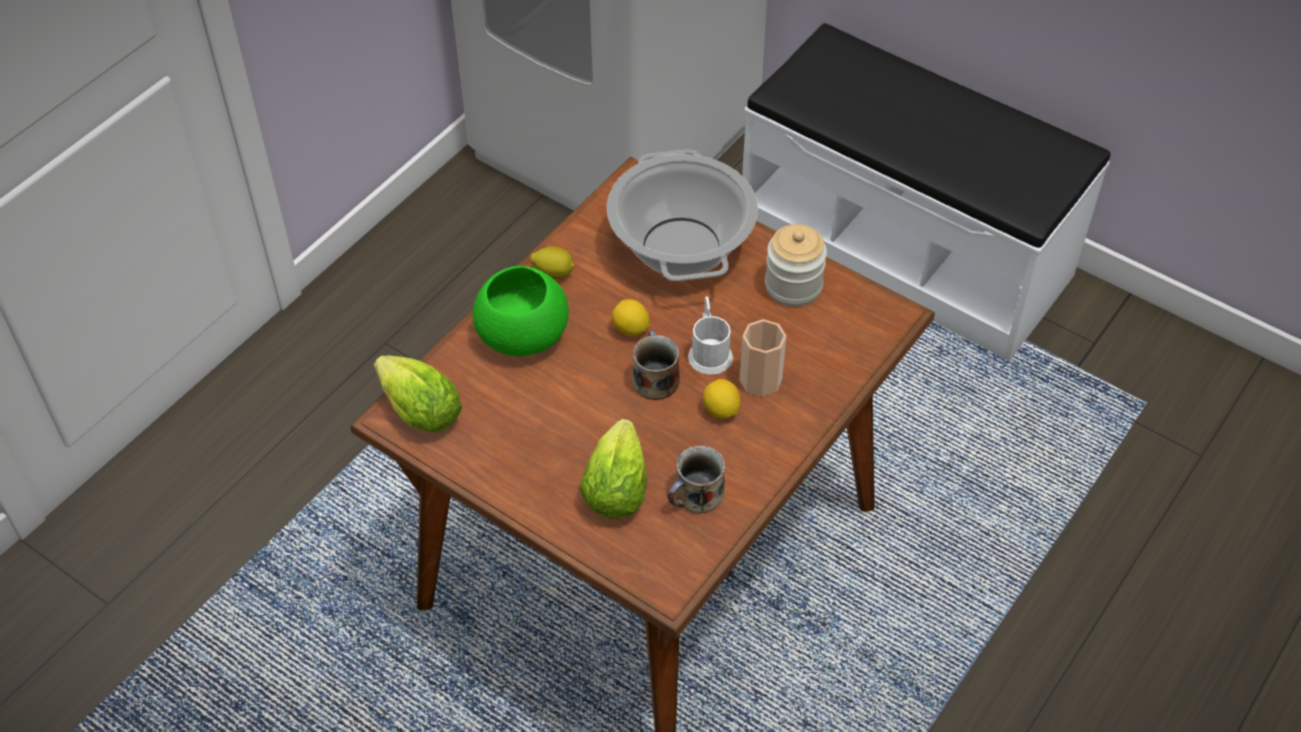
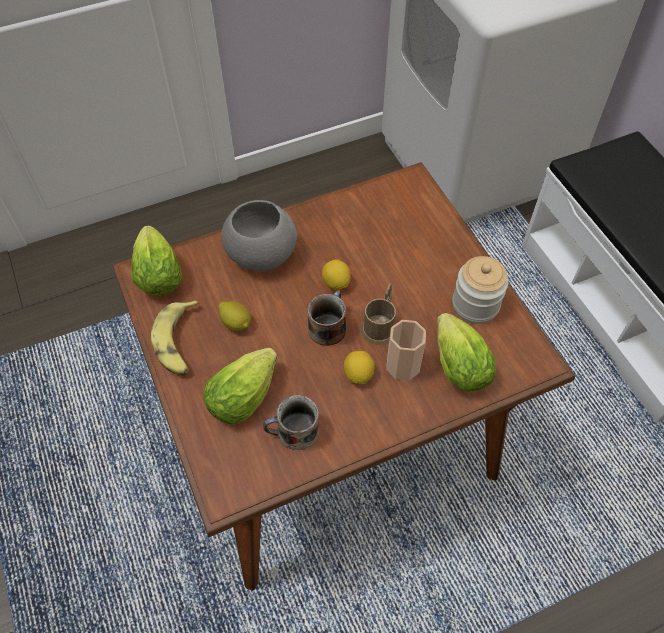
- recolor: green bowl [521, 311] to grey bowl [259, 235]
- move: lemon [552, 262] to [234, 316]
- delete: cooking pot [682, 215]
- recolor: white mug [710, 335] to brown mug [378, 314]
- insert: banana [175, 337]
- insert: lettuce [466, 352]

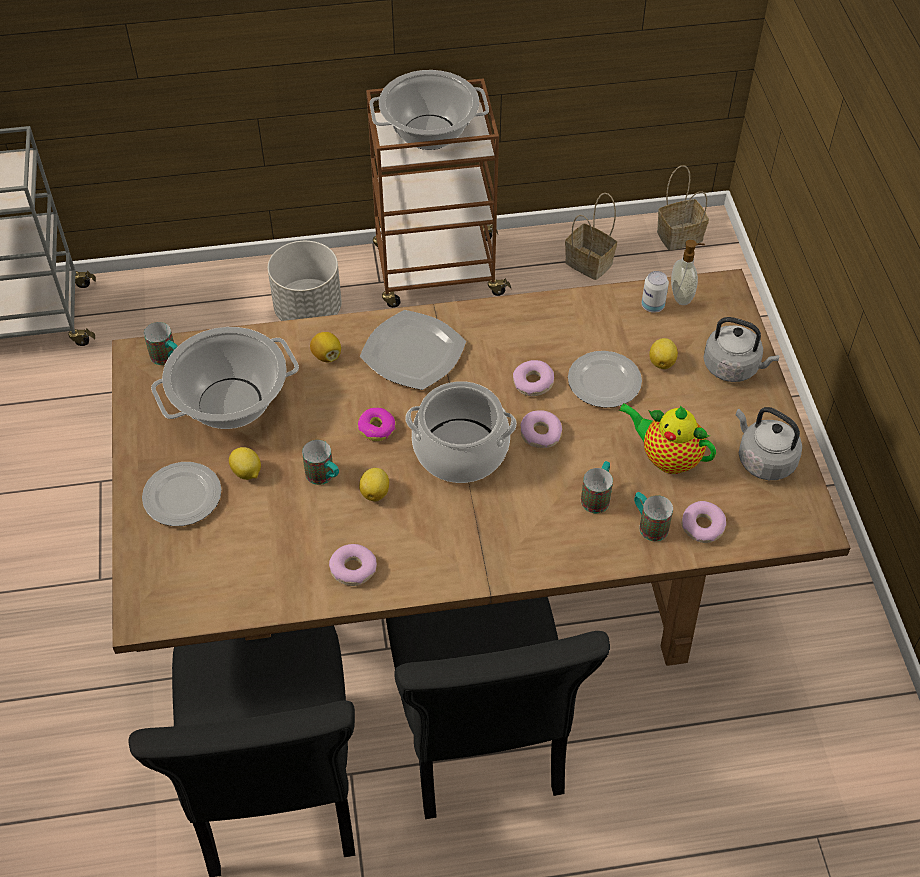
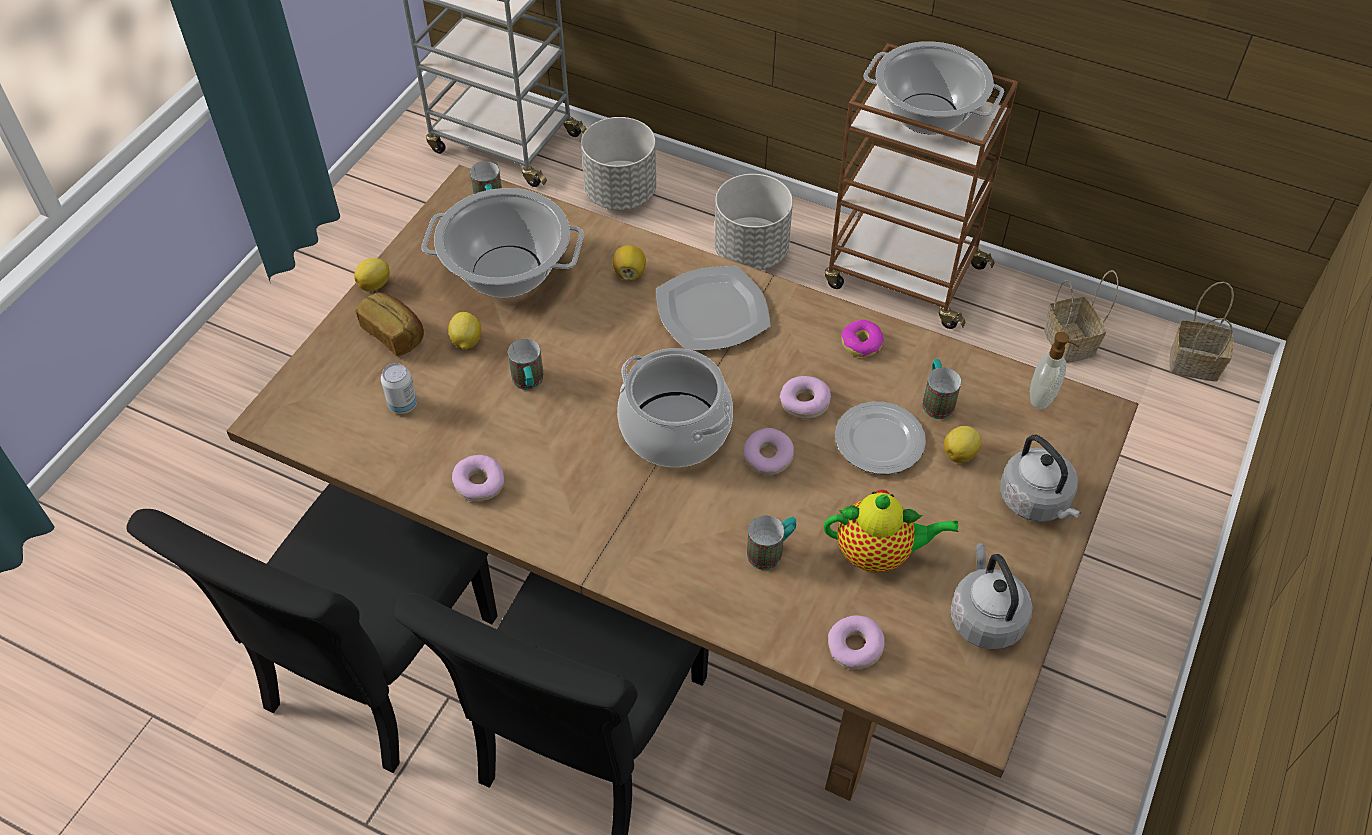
- replace: plate [181, 494] to bread [389, 324]
- move: donut [377, 424] to [862, 338]
- move: lemon [374, 484] to [372, 274]
- rotate: teapot [667, 438] = [891, 531] 120 degrees clockwise
- move: mug [653, 516] to [941, 389]
- move: can [655, 292] to [399, 388]
- insert: grey planter [618, 163]

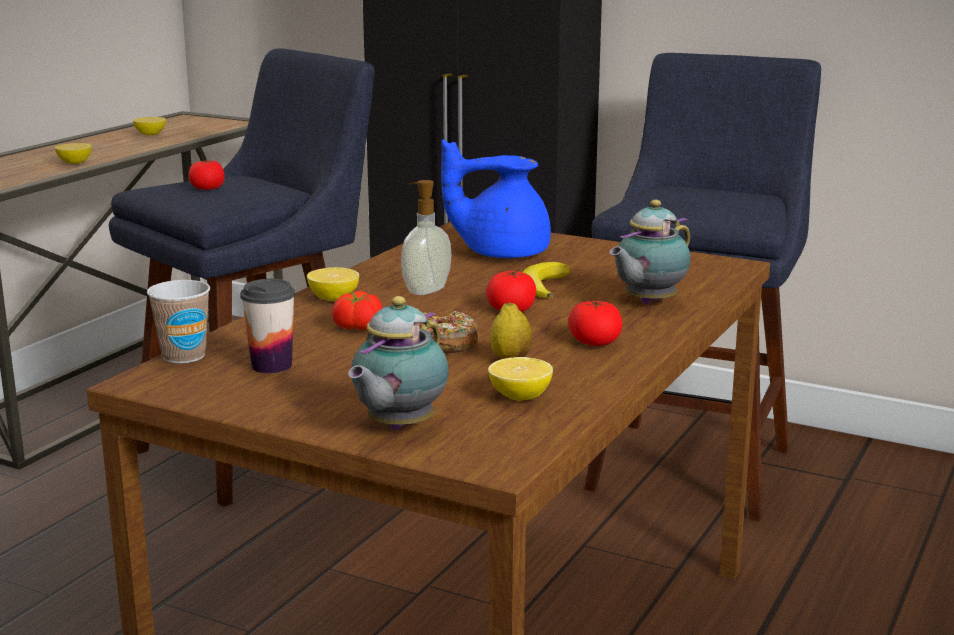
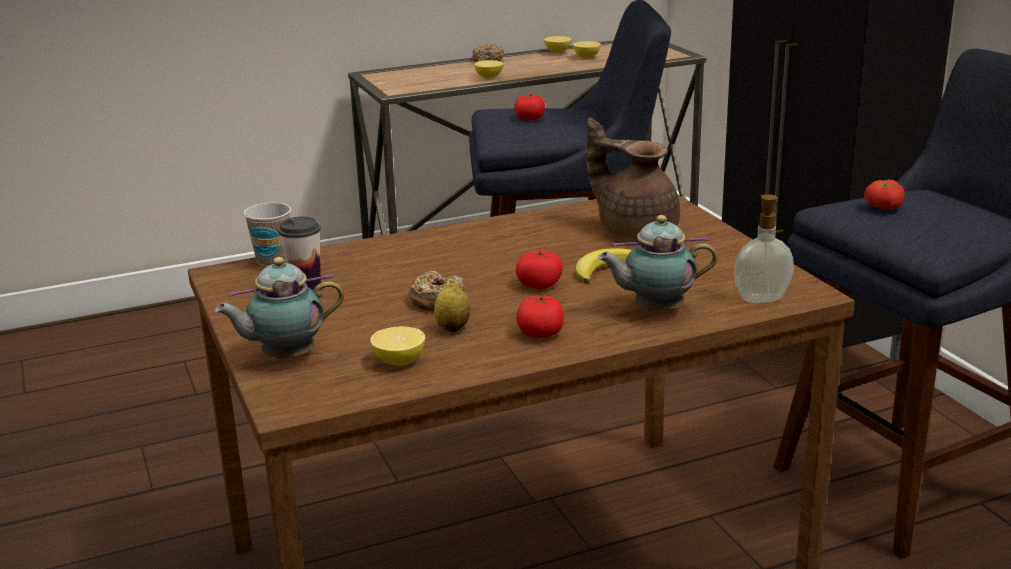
- move: lemon [333, 284] to [557, 44]
- move: tomato [357, 310] to [884, 195]
- move: soap dispenser [426, 237] to [764, 248]
- recolor: blue teapot [496, 198] to brown teapot [633, 178]
- insert: donut [488, 53]

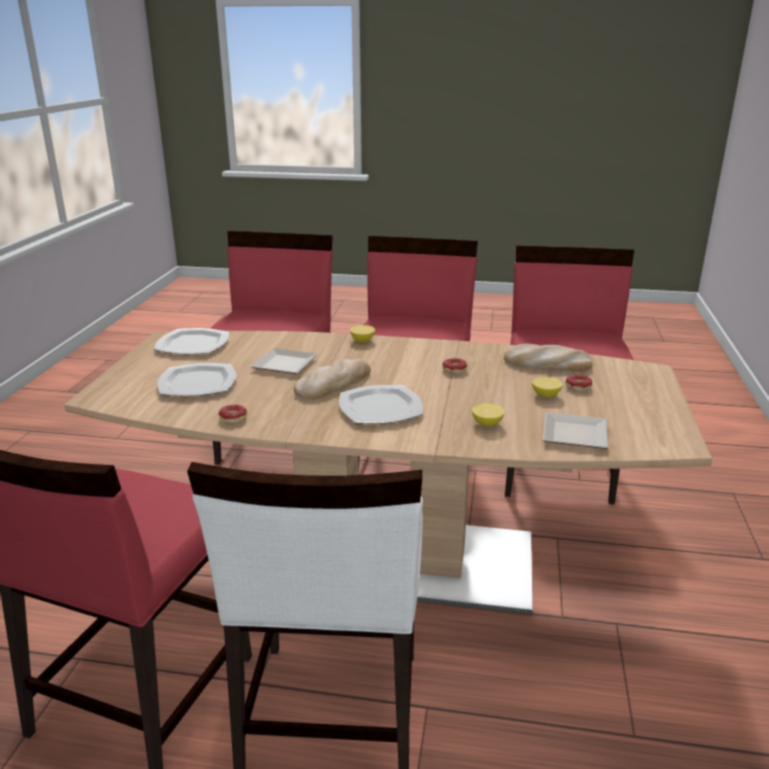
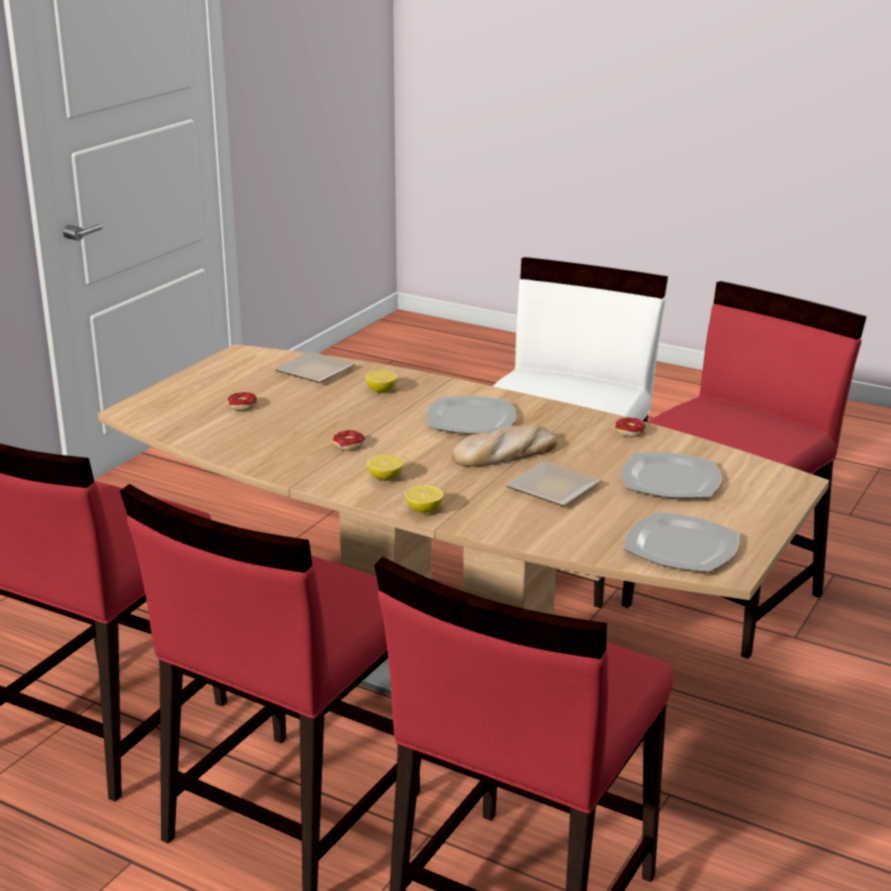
- delete: bread [548, 357]
- move: lemon [547, 387] to [385, 467]

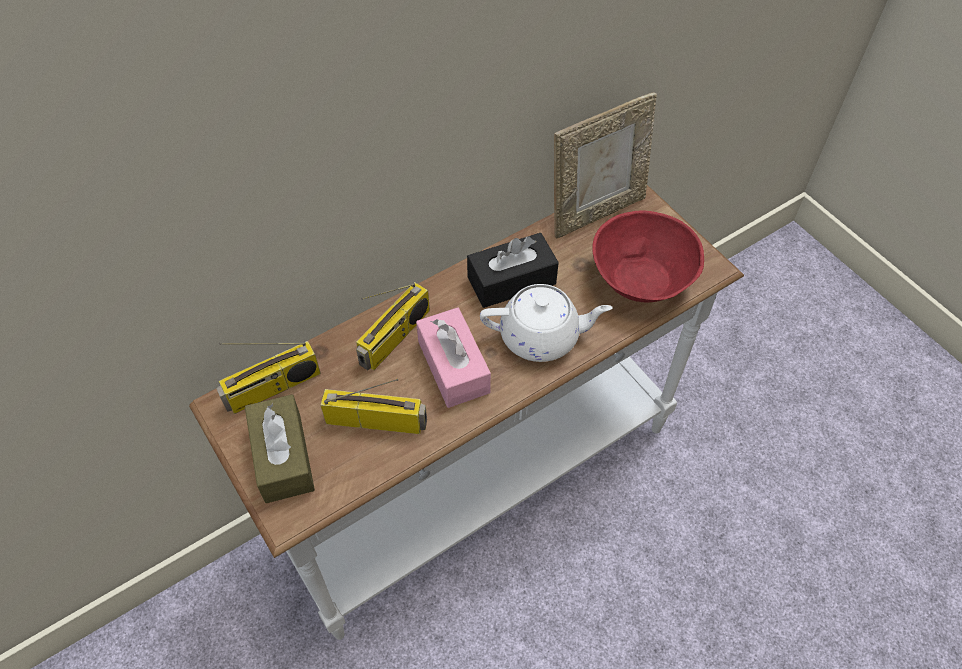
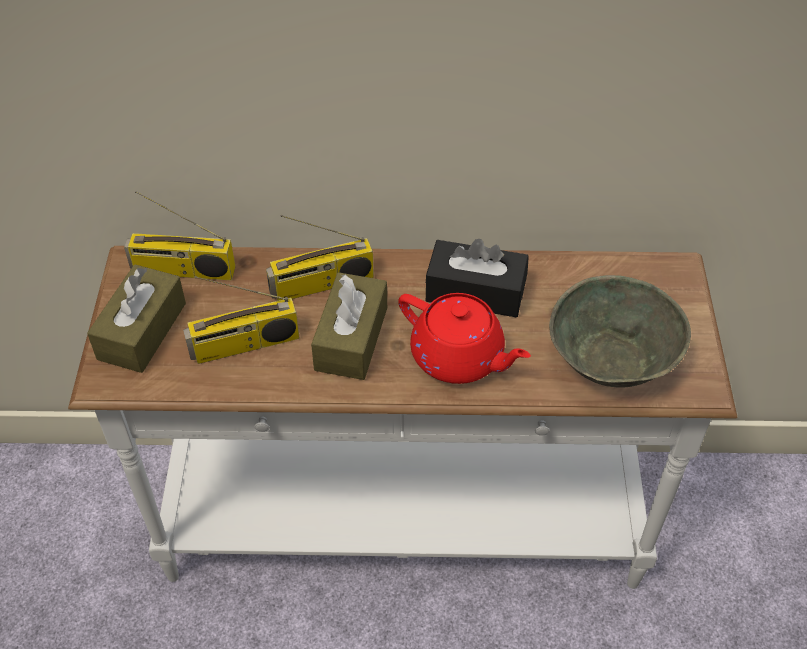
- rotate: radio [373, 406] = [241, 320] 120 degrees clockwise
- recolor: pink tissue box [453, 357] to brown tissue box [349, 326]
- recolor: white teapot [546, 323] to red teapot [464, 338]
- delete: picture frame [605, 165]
- recolor: red bowl [648, 256] to grey bowl [620, 331]

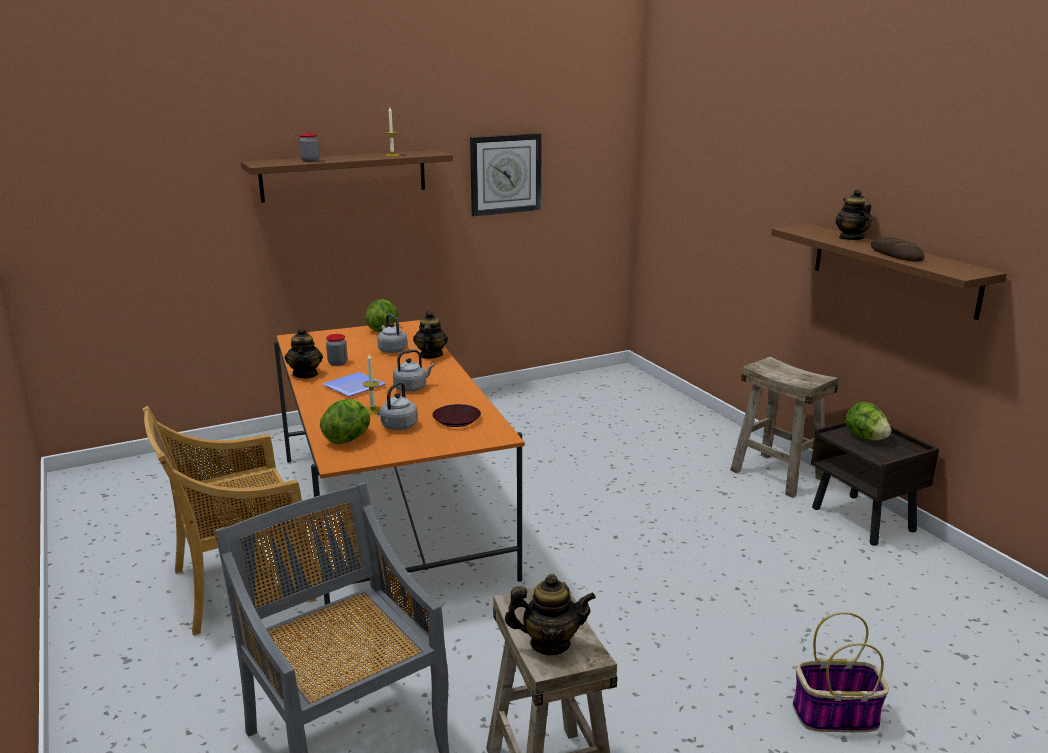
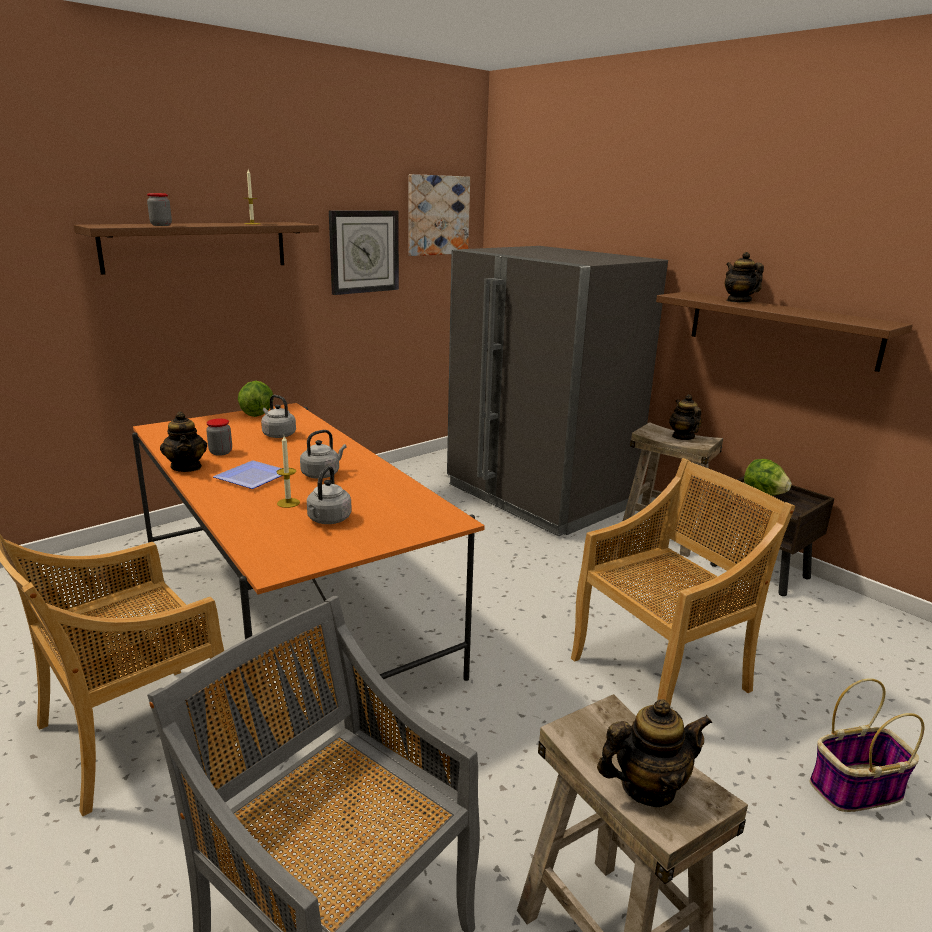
- delete: lettuce [345, 421]
- move: teapot [430, 335] to [685, 417]
- delete: brown plate [456, 415]
- delete: bread [898, 249]
- insert: picture [439, 215]
- insert: grey fridge [557, 391]
- insert: beige chair [683, 581]

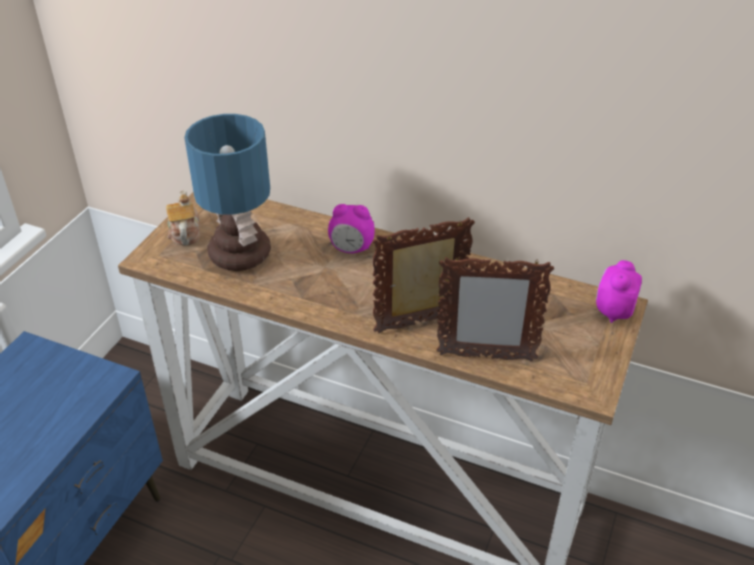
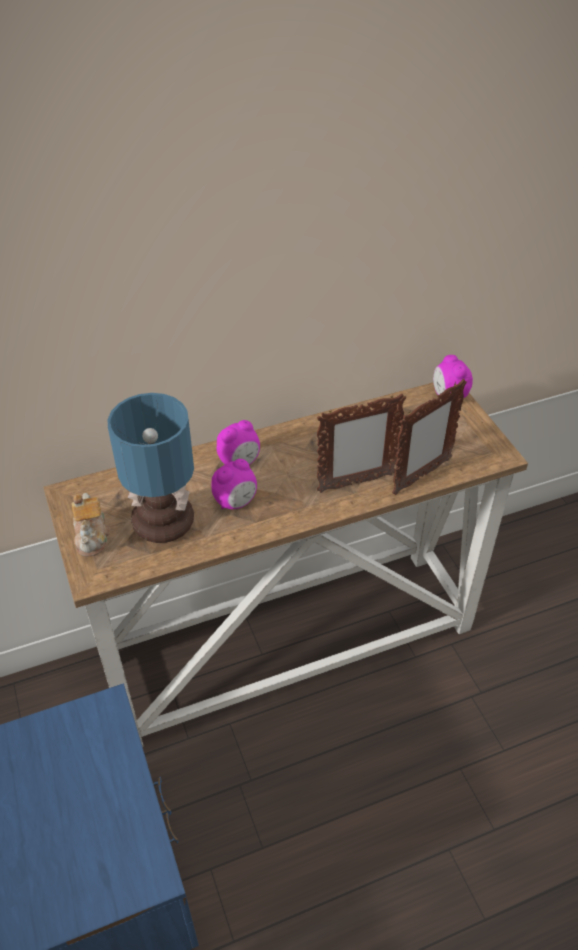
- rotate: teapot [183, 217] = [91, 524] 135 degrees counterclockwise
- rotate: picture frame [423, 275] = [361, 443] 135 degrees counterclockwise
- insert: alarm clock [234, 484]

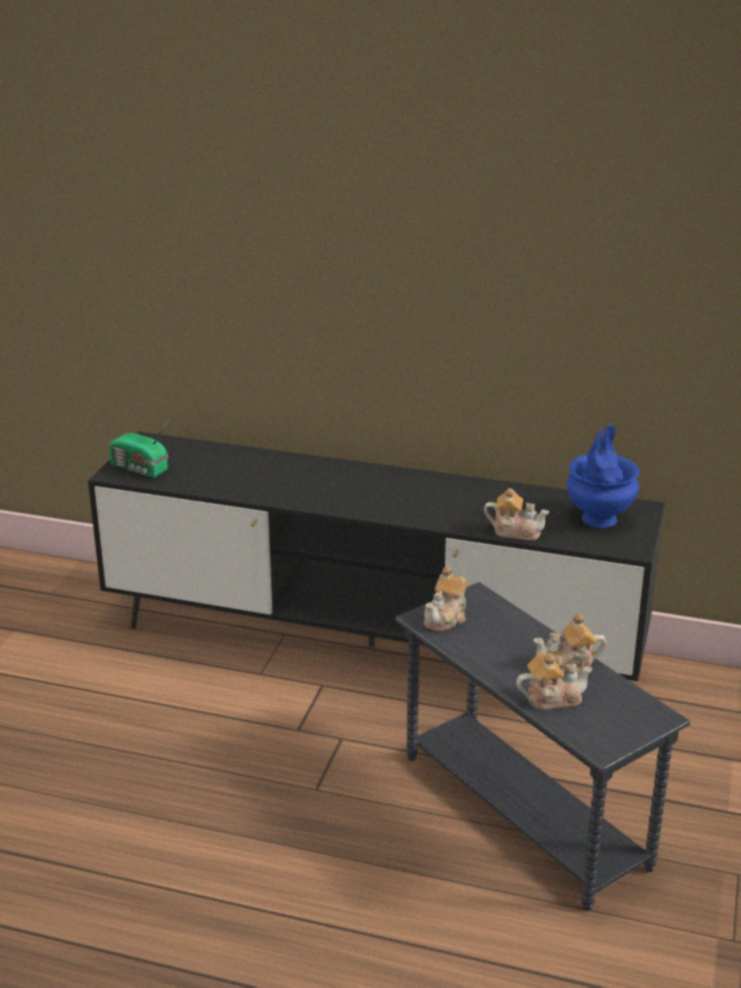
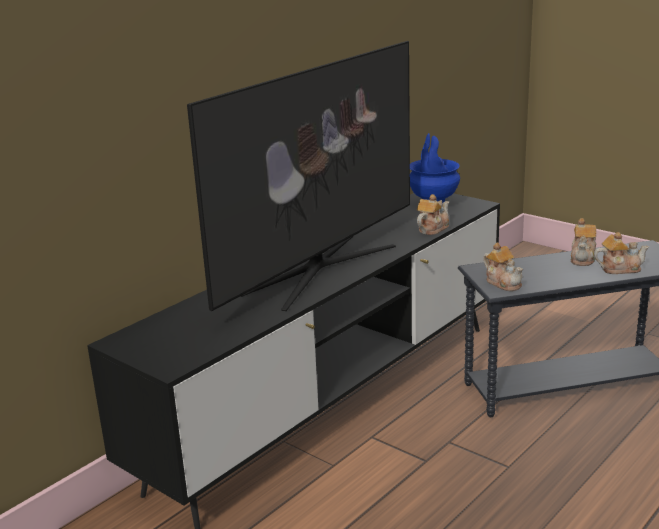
- delete: radio [138, 449]
- rotate: teapot [554, 681] = [621, 253] 75 degrees clockwise
- insert: television [298, 176]

